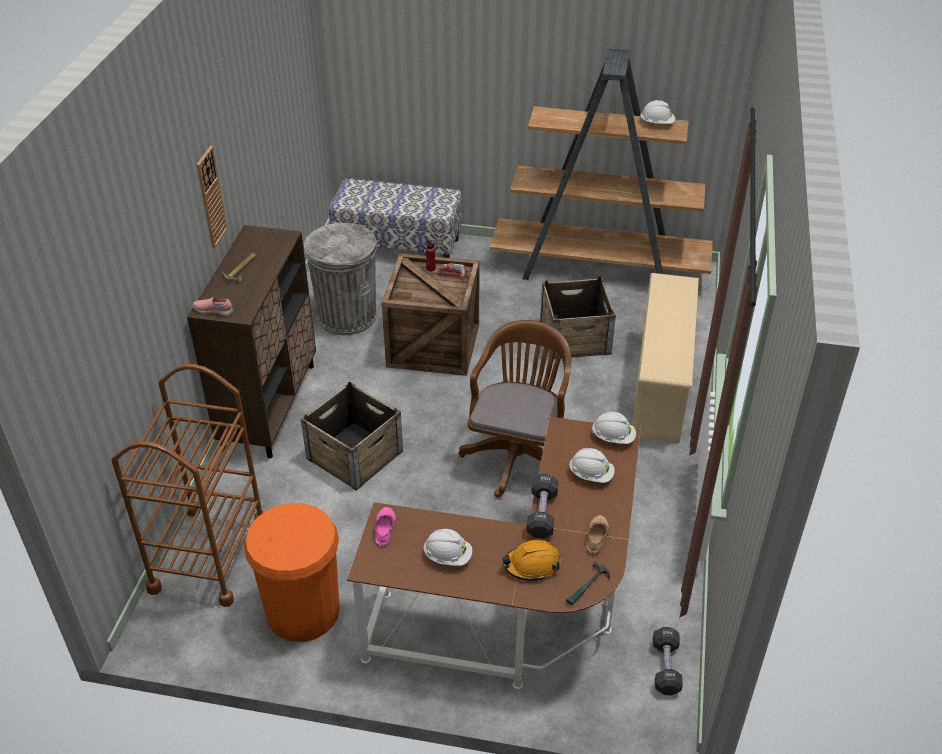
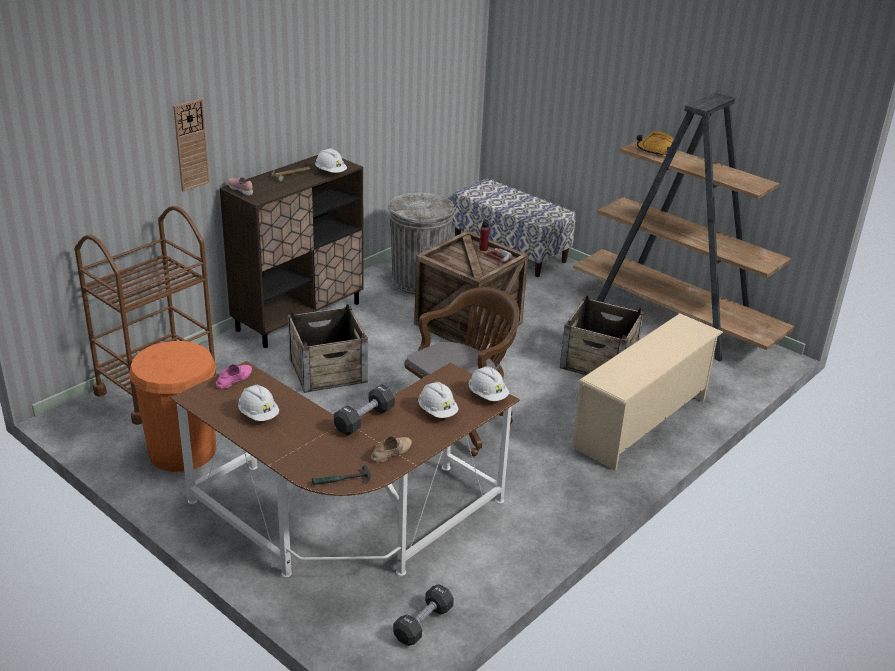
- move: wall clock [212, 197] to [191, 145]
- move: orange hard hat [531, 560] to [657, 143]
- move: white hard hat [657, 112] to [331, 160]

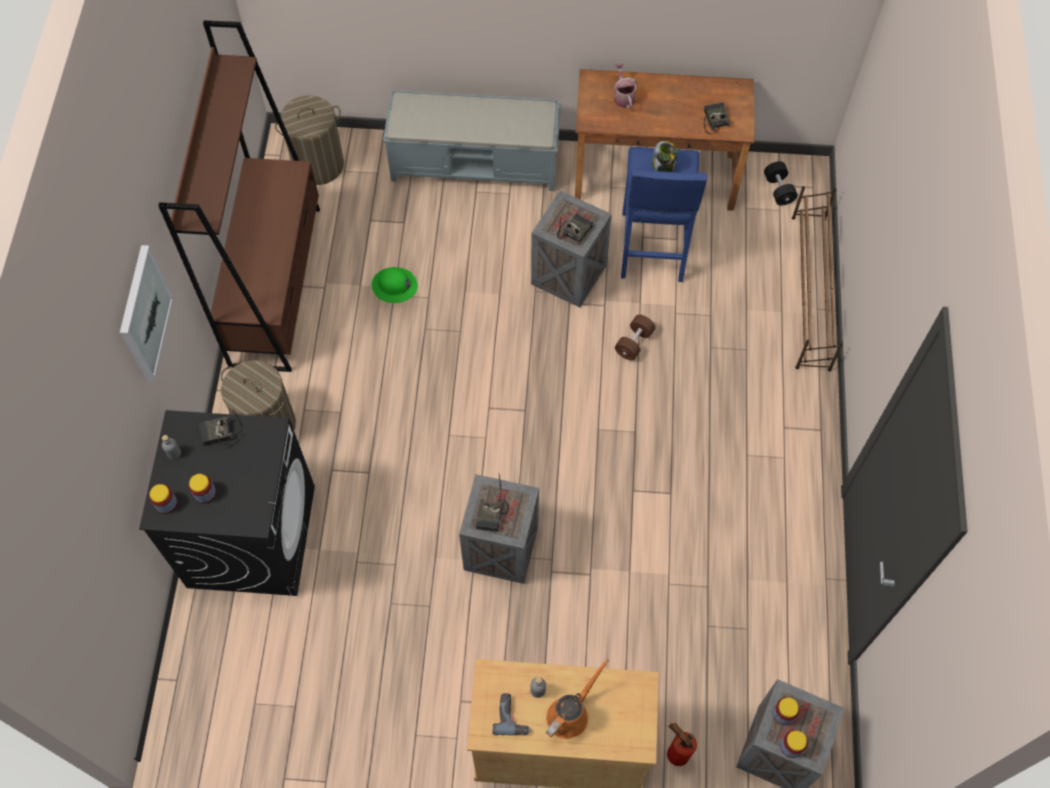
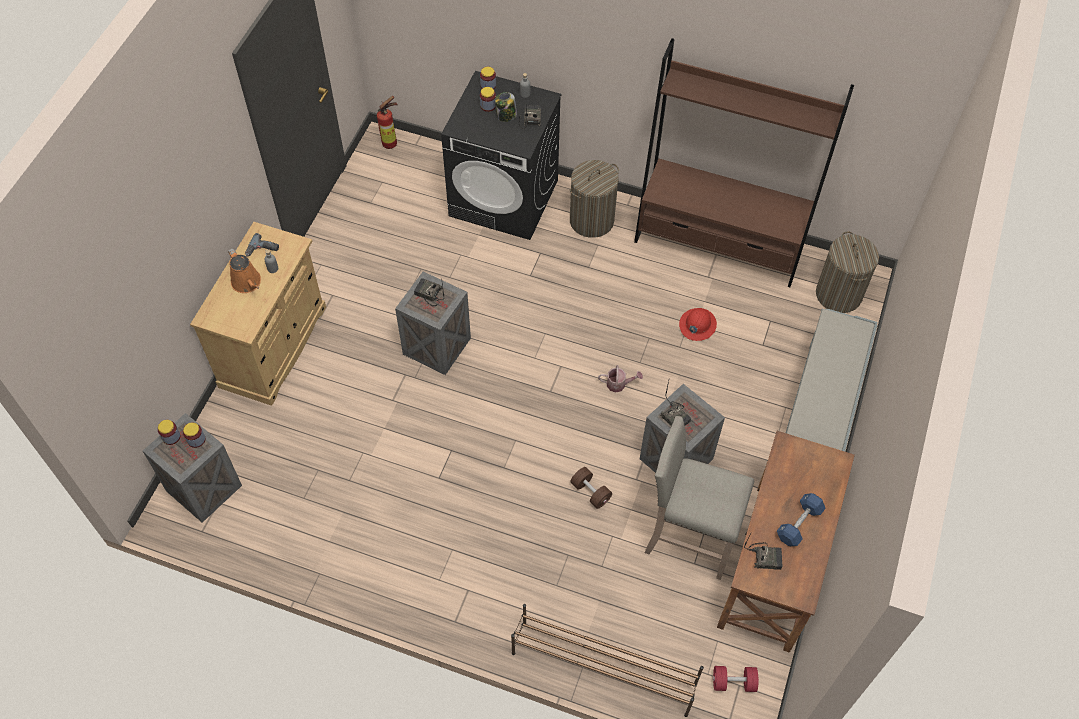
- delete: picture [146, 313]
- recolor: green hard hat [394, 285] to red hard hat [698, 324]
- move: watering can [626, 86] to [620, 379]
- recolor: blue stool [664, 214] to beige stool [699, 498]
- move: jar [664, 156] to [506, 107]
- move: fire extinguisher [682, 744] to [387, 122]
- recolor: black dumbbell [781, 183] to red dumbbell [736, 679]
- insert: blue dumbbell [801, 519]

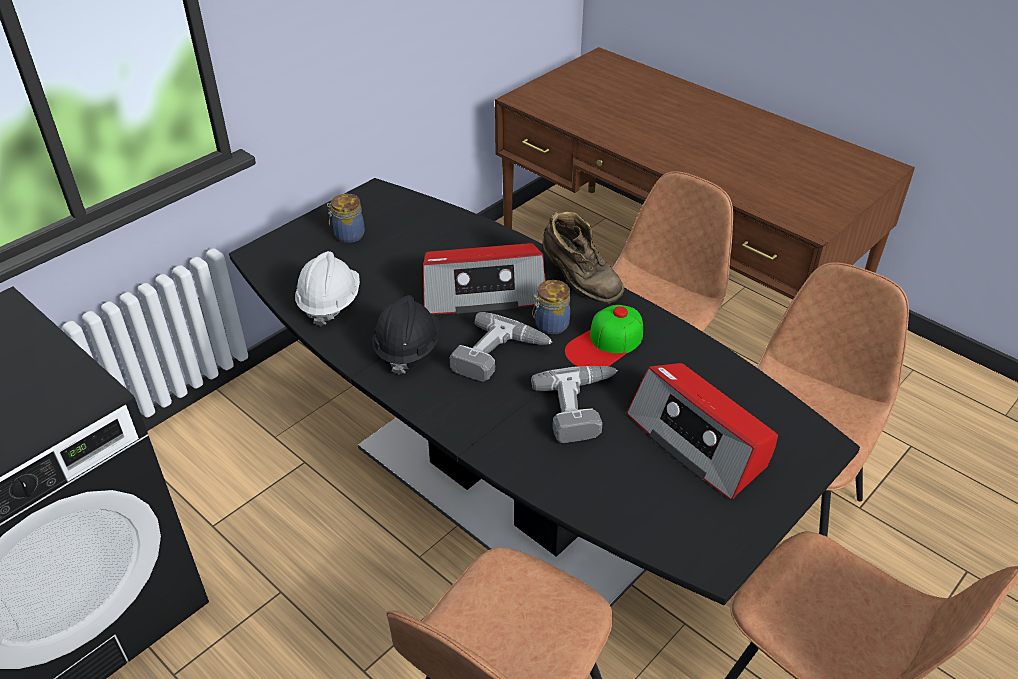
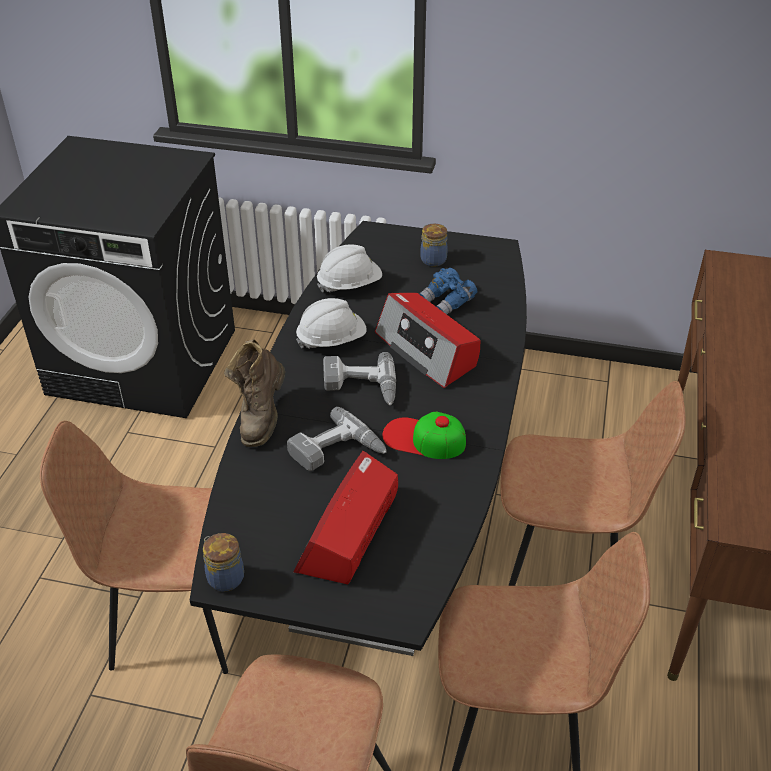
- recolor: black hard hat [406, 335] to white hard hat [331, 323]
- move: jar [551, 307] to [223, 562]
- move: brown boot [583, 258] to [254, 393]
- insert: blue binoculars [448, 291]

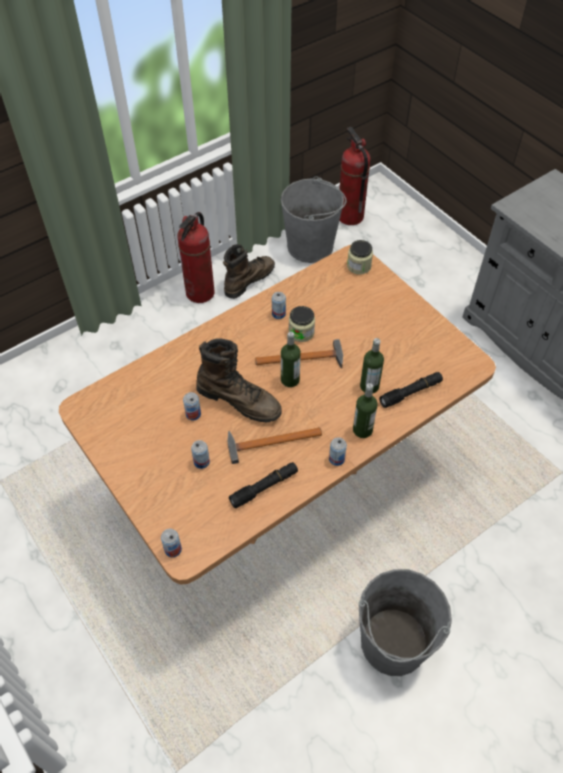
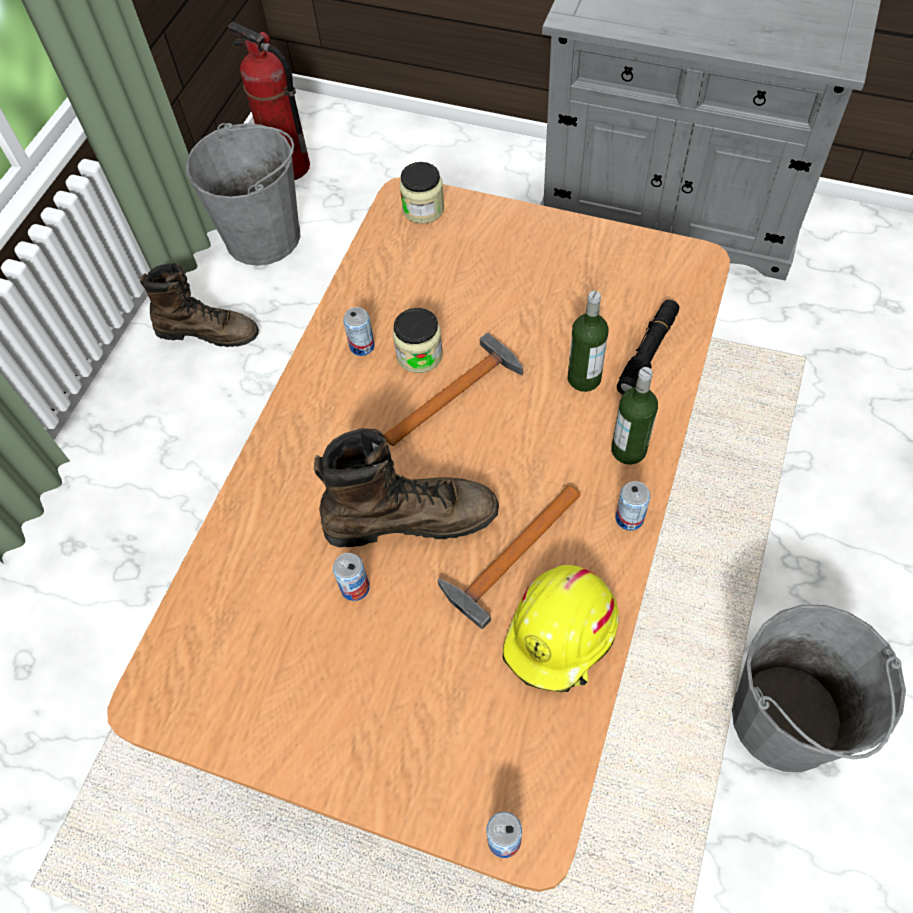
- delete: fire extinguisher [196, 257]
- delete: can [200, 454]
- rotate: brown boot [249, 271] = [199, 305] 90 degrees clockwise
- replace: black flashlight [263, 485] to yellow hard hat [560, 628]
- delete: bottle [291, 359]

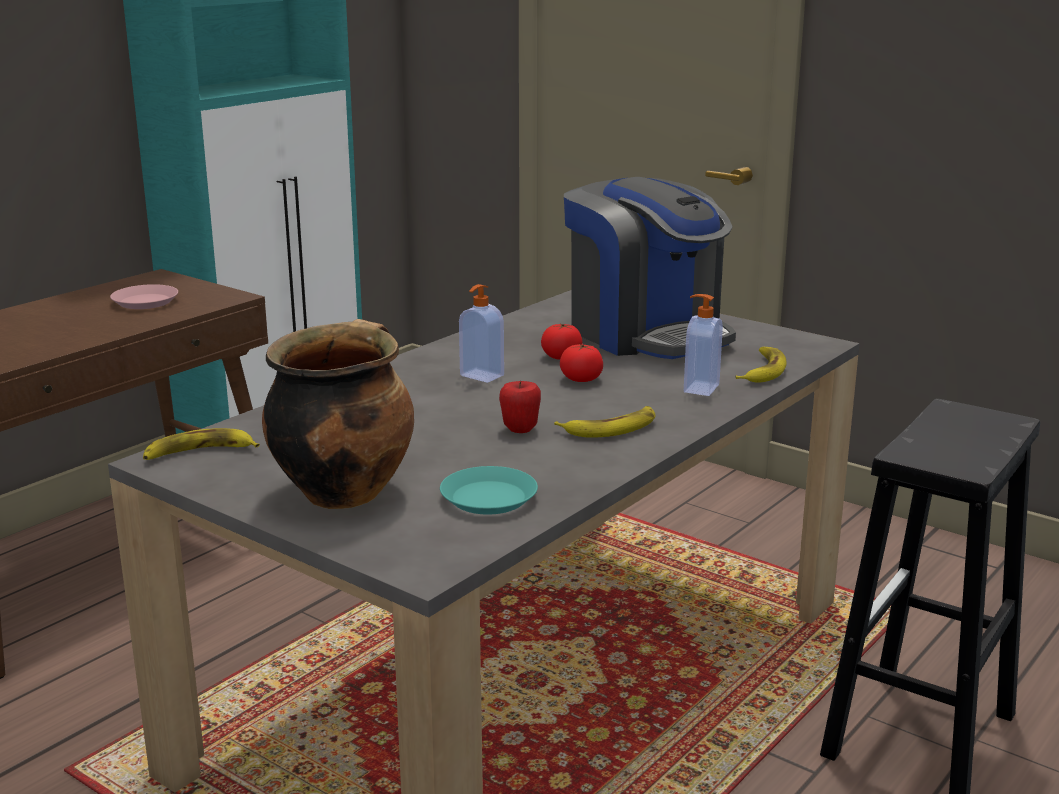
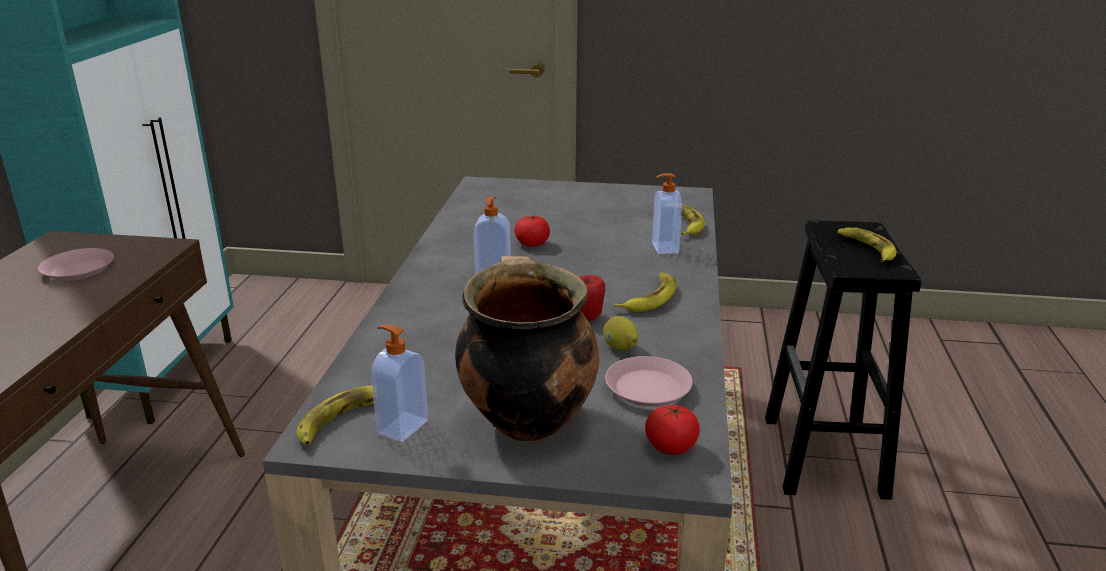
- recolor: turquoise plate [489, 490] to pink plate [649, 381]
- move: tomato [581, 363] to [672, 429]
- delete: coffee machine [650, 268]
- insert: soap dispenser [399, 383]
- insert: lemon [620, 333]
- insert: banana [867, 244]

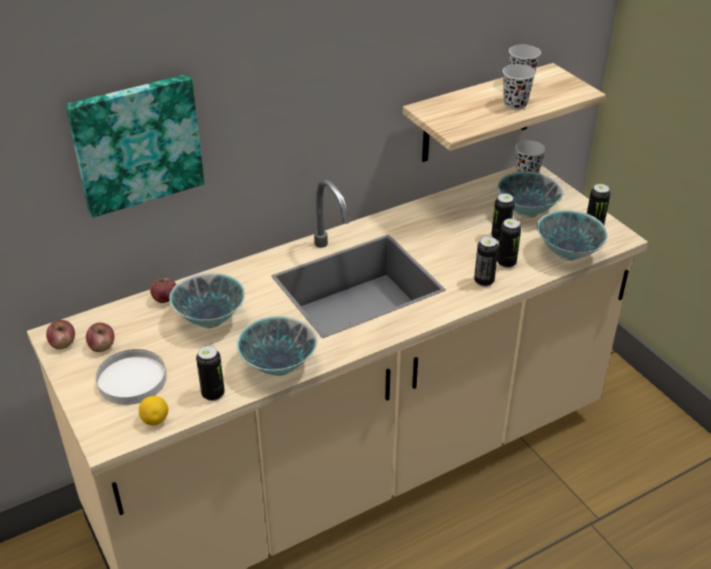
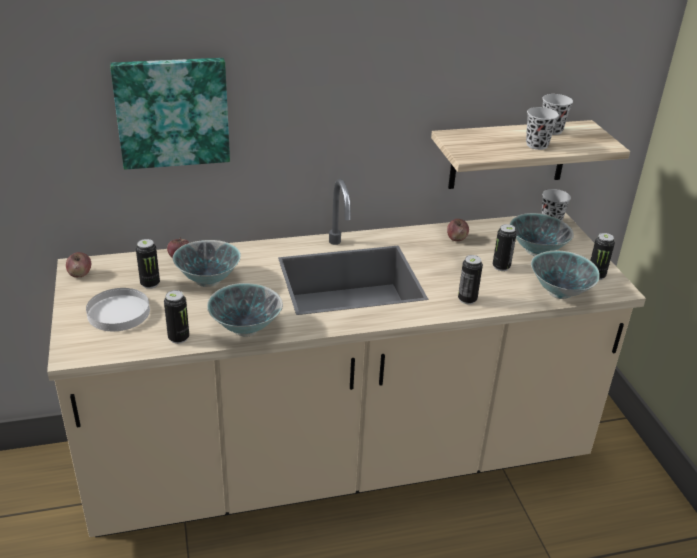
- move: apple [100, 337] to [458, 230]
- delete: lemon [153, 411]
- move: can [509, 243] to [148, 264]

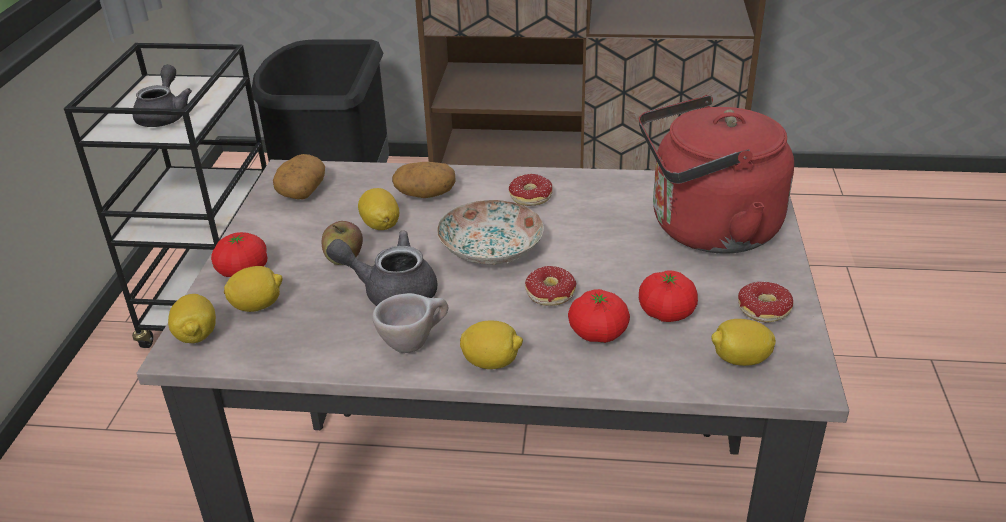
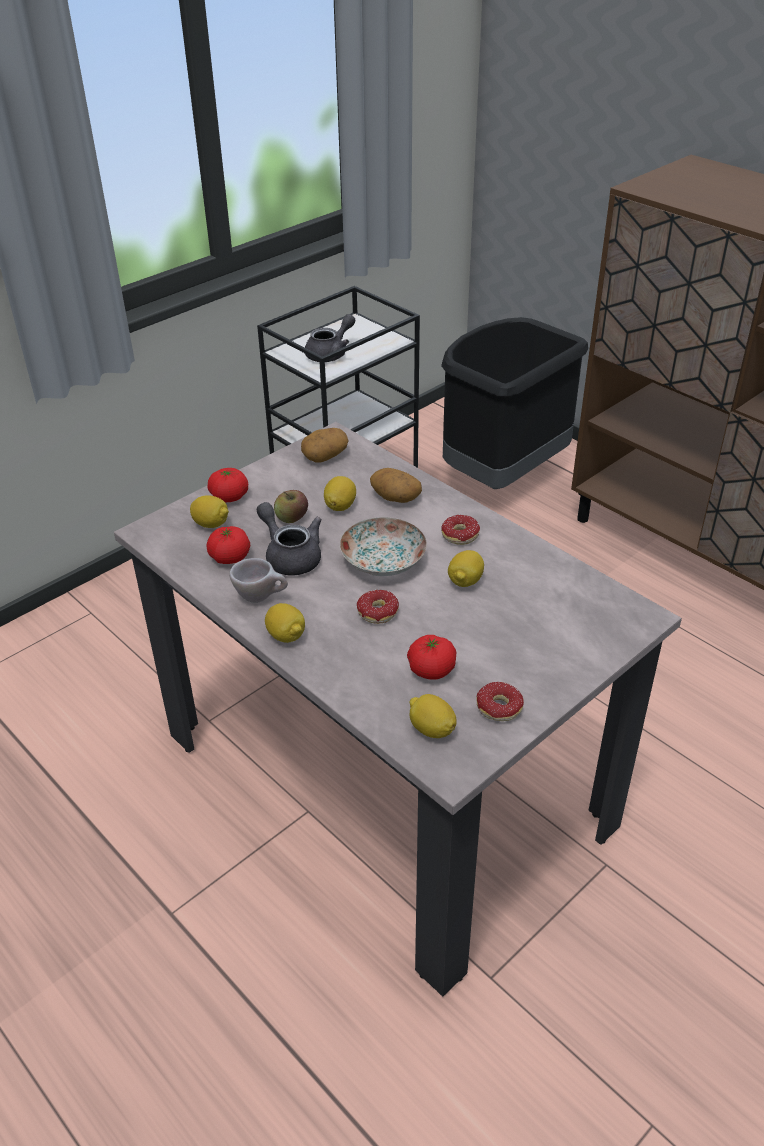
- move: lemon [192, 318] to [466, 568]
- move: tomato [599, 316] to [228, 545]
- delete: red kettle [716, 174]

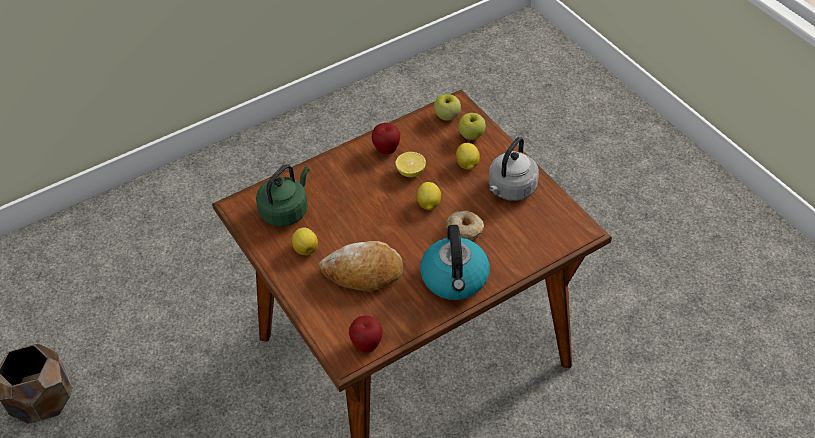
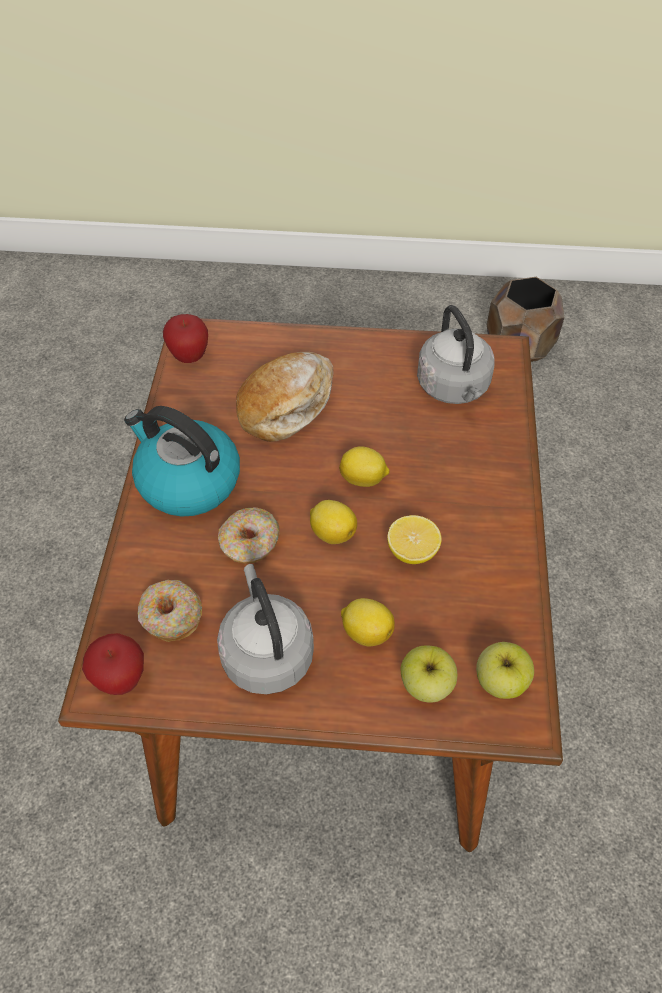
- recolor: green kettle [282, 195] to grey kettle [456, 354]
- move: lemon [305, 241] to [364, 466]
- move: apple [386, 138] to [113, 664]
- insert: donut [170, 611]

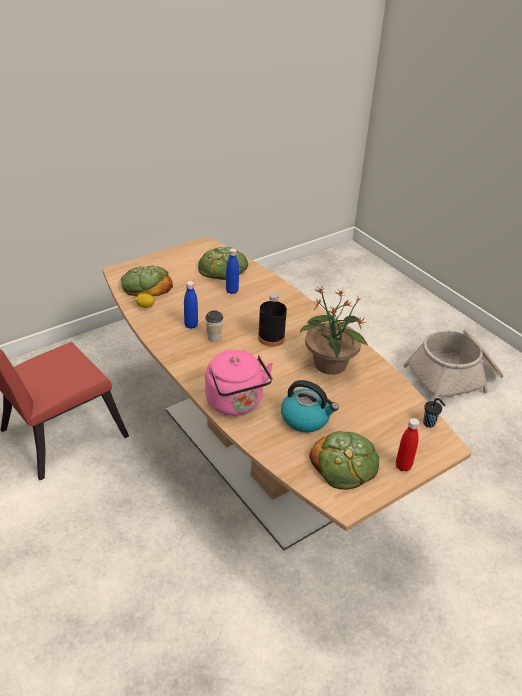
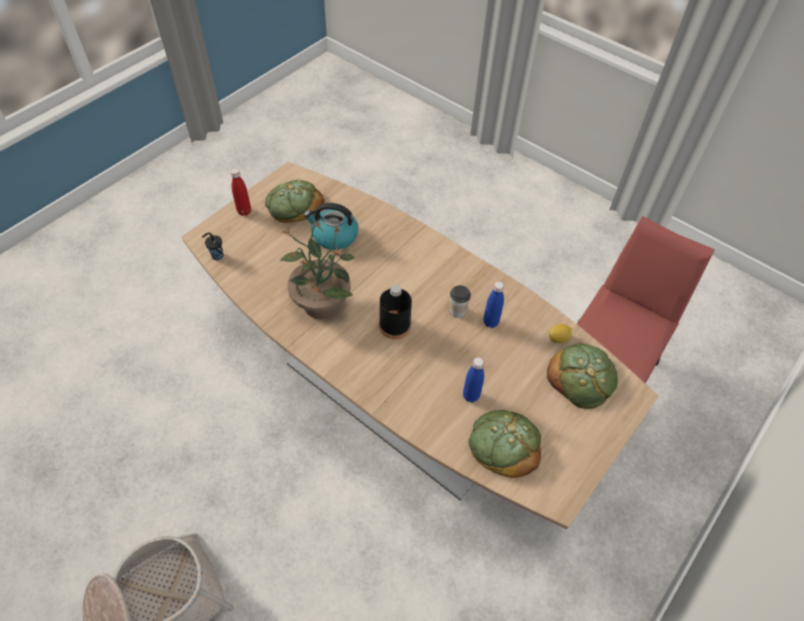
- delete: pink kettle [239, 383]

